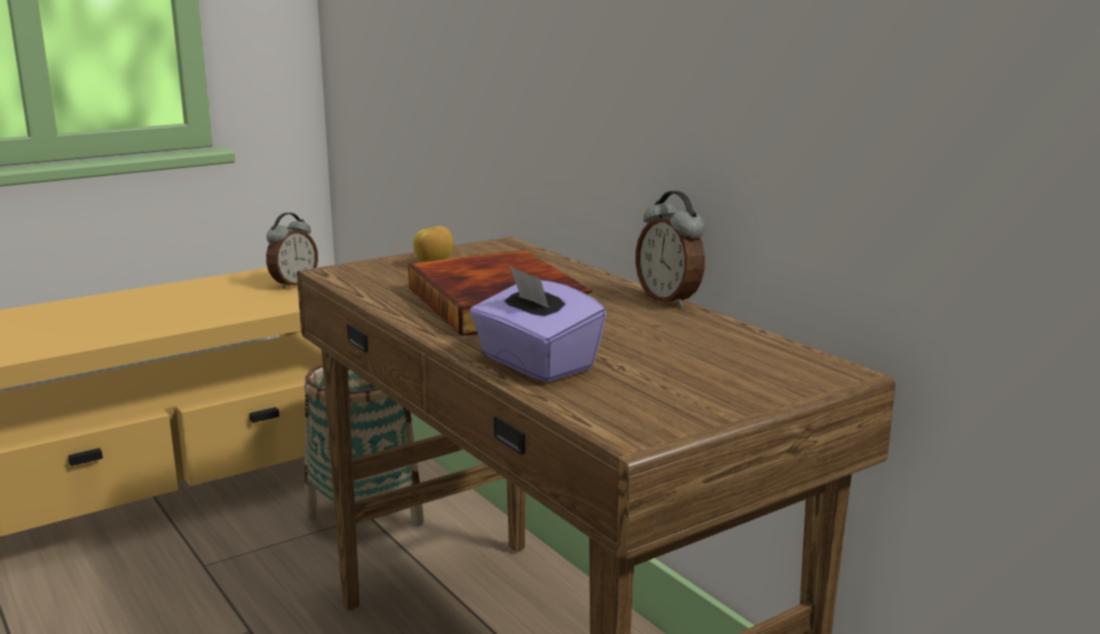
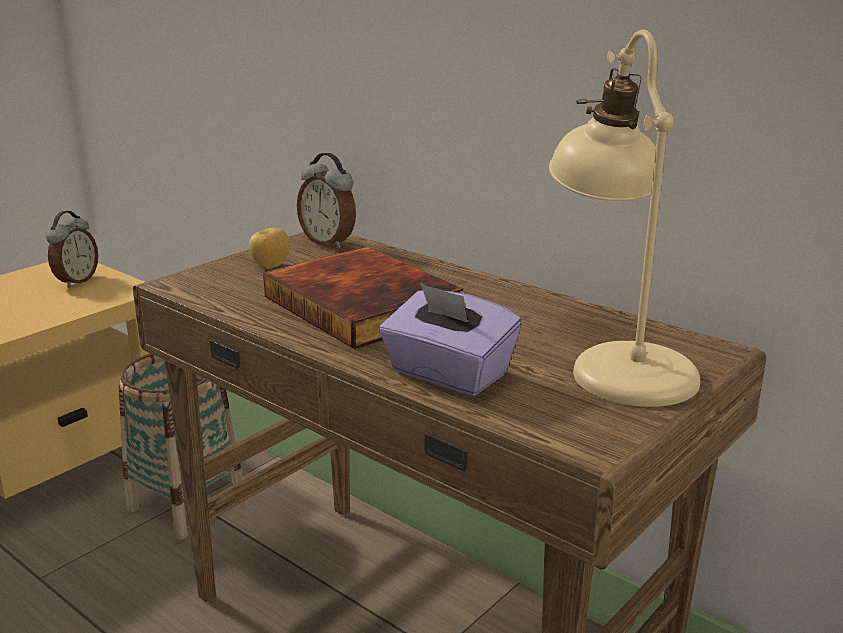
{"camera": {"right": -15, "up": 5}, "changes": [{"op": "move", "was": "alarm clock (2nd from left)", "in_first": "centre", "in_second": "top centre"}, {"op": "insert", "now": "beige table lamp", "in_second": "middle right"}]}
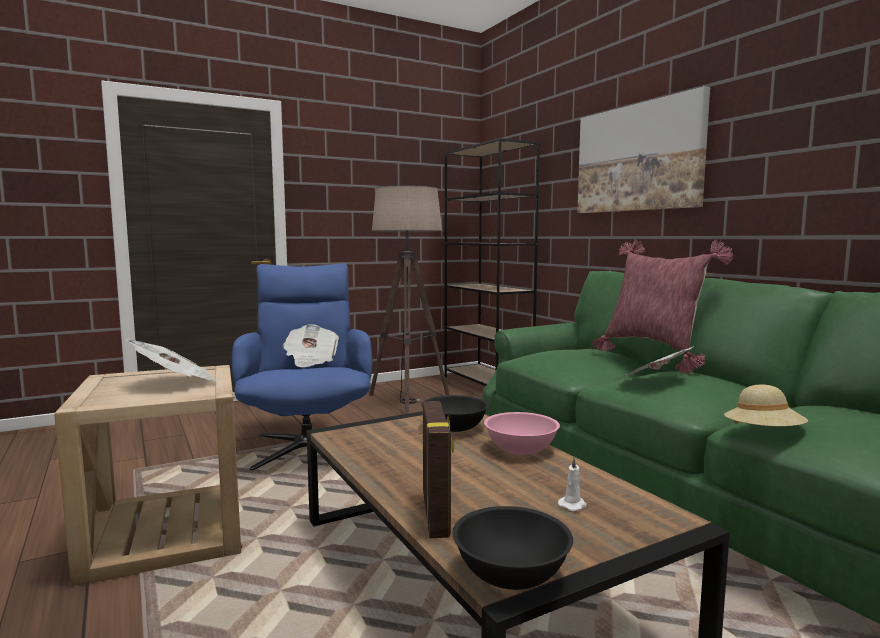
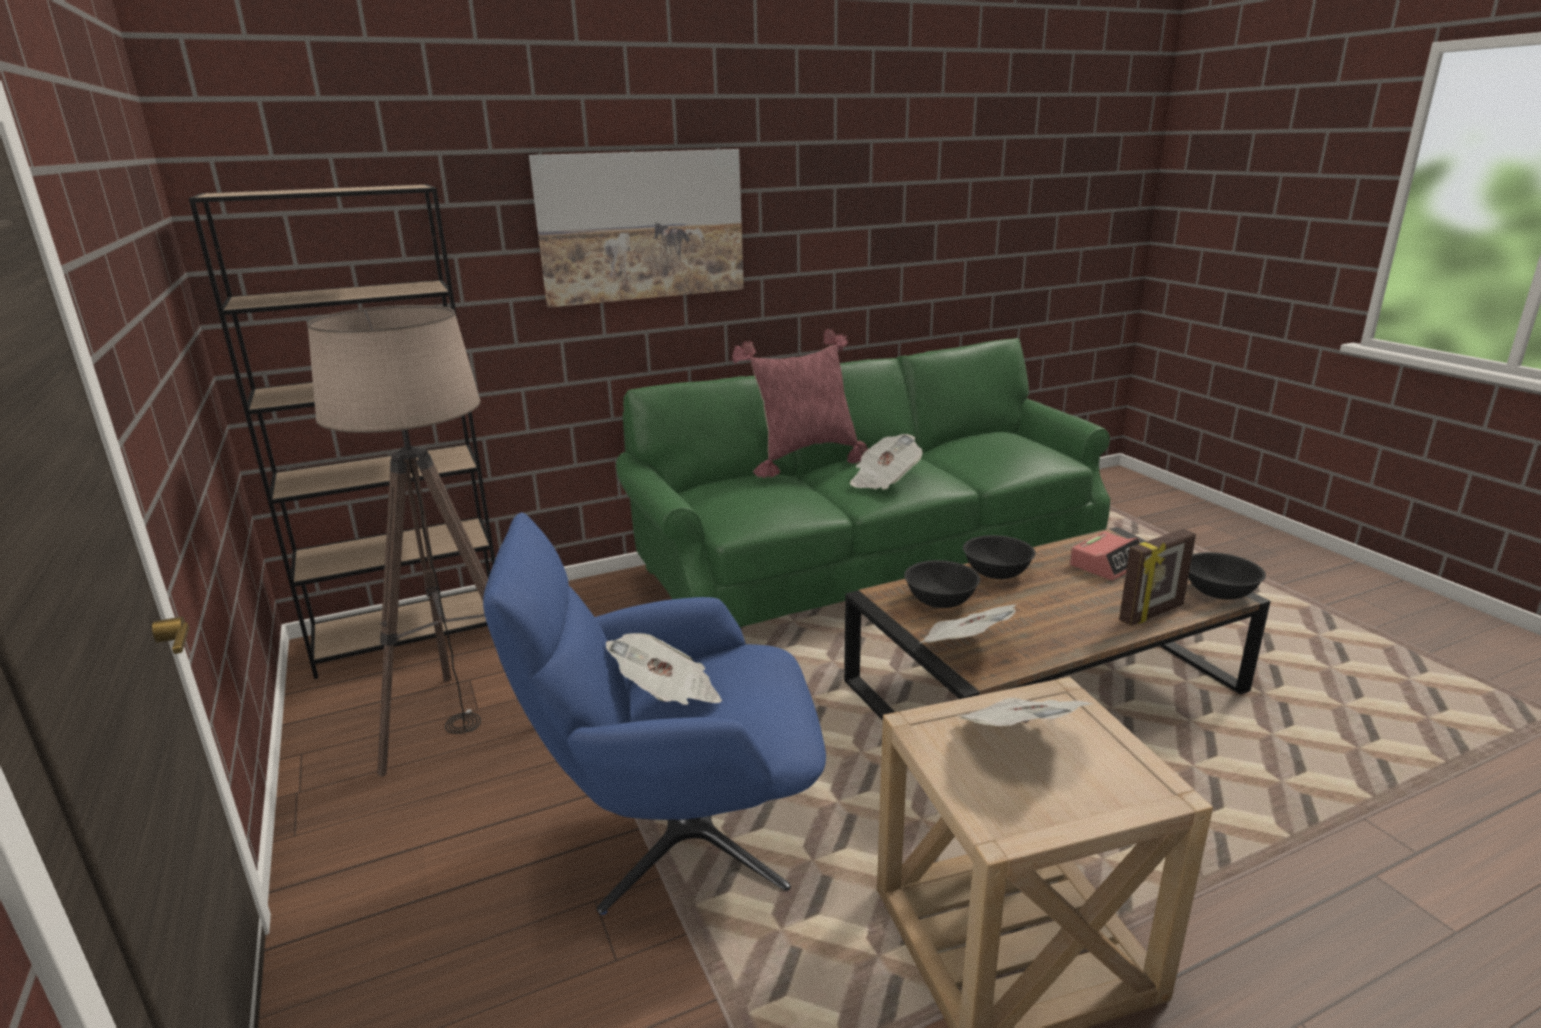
{"camera": {"right": -85, "up": 15}, "changes": [{"op": "insert", "now": "newspaper (3rd from left)", "in_second": "centre"}, {"op": "recolor", "was": "pink bowl", "now": "black bowl (2nd from left)", "in_first": "bottom centre", "in_second": "centre"}, {"op": "replace", "was": "white candle", "now": "alarm clock", "in_first": "bottom centre", "in_second": "middle right"}, {"op": "rotate", "was": "picture frame", "in_first": "bottom centre", "in_second": "middle right", "clockwise": 150}, {"op": "delete", "was": "beige hat", "in_first": "middle right"}]}
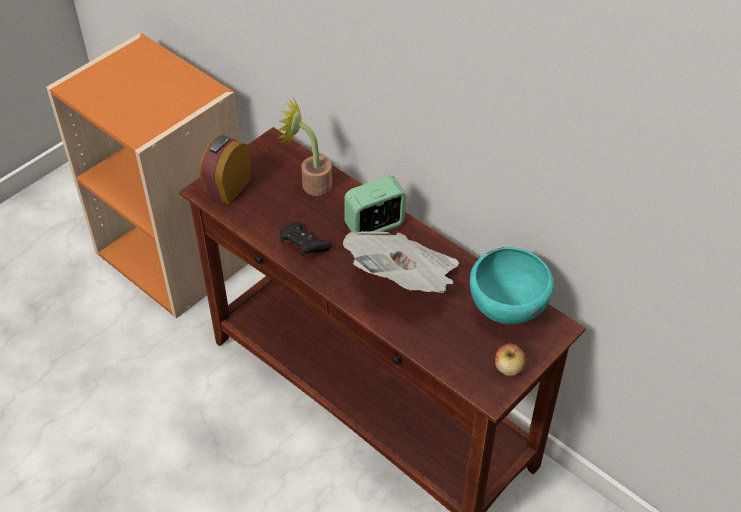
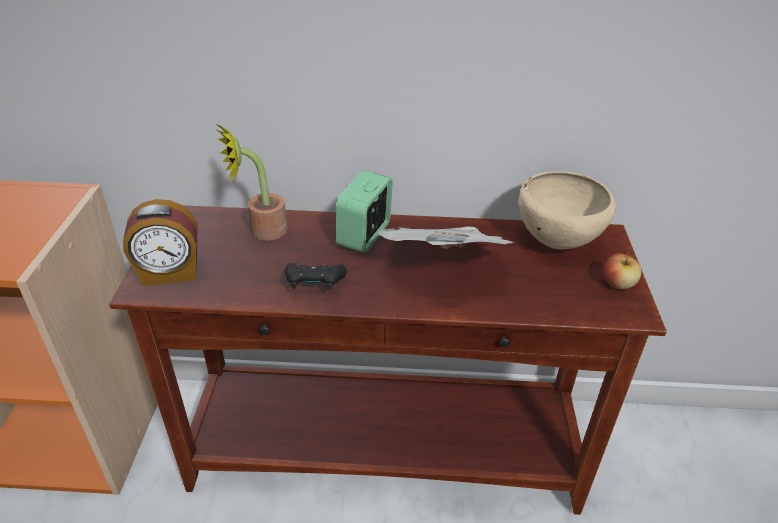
{"camera": {"right": -40, "up": -10}, "changes": [{"op": "rotate", "was": "alarm clock (1st from left)", "in_first": "top left", "in_second": "middle left", "clockwise": -90}, {"op": "recolor", "was": "turquoise bowl", "now": "beige bowl", "in_first": "middle right", "in_second": "middle right"}]}
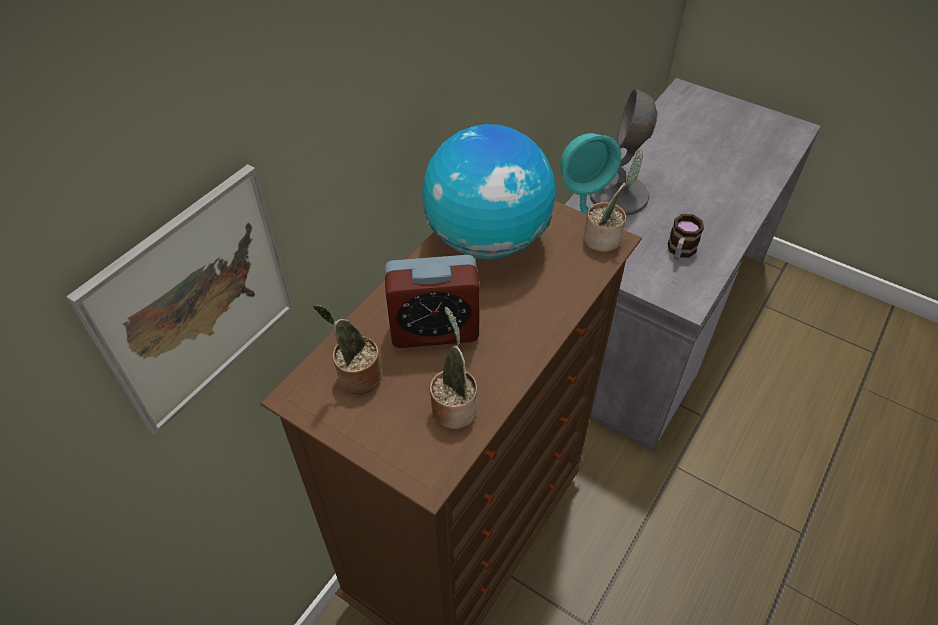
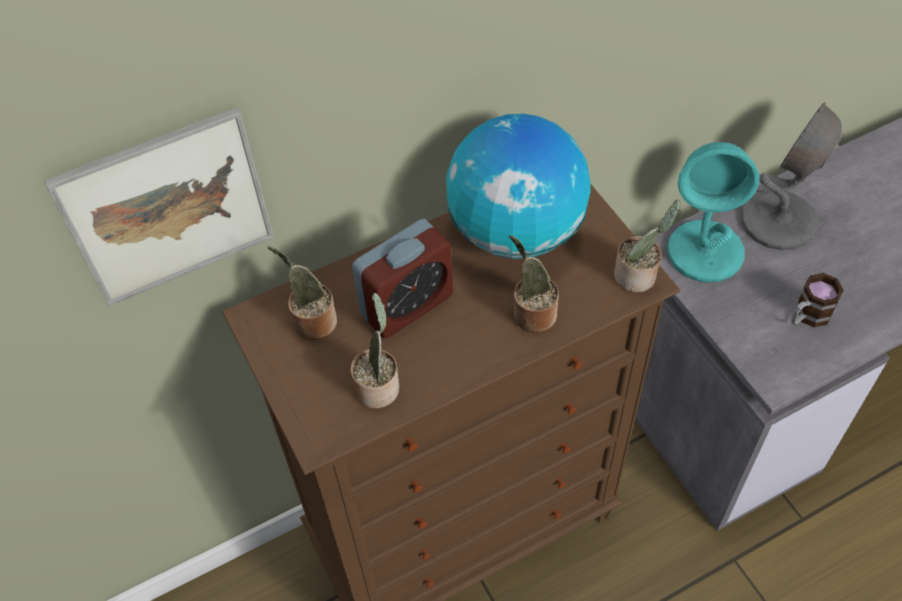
{"camera": {"right": 30, "up": 5}, "changes": [{"op": "rotate", "was": "alarm clock", "in_first": "centre", "in_second": "centre", "clockwise": -60}, {"op": "insert", "now": "potted plant (3rd from left)", "in_second": "centre"}]}
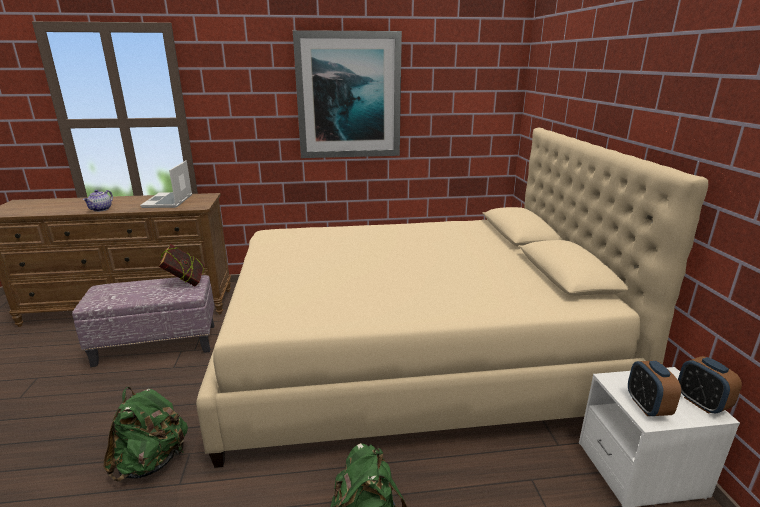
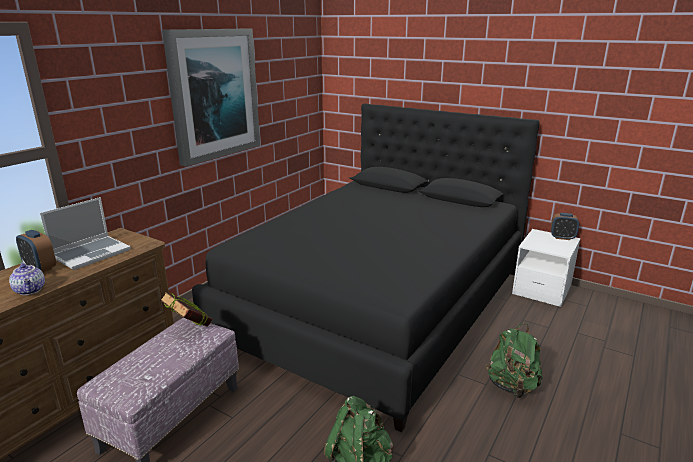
{"camera": {"right": -50, "up": 0}, "changes": [{"op": "move", "was": "alarm clock (1st from left)", "in_first": "bottom right", "in_second": "middle left"}, {"op": "rotate", "was": "laptop", "in_first": "middle left", "in_second": "middle left", "clockwise": -90}, {"op": "recolor", "was": "beige bed", "now": "black bed", "in_first": "centre", "in_second": "centre"}]}
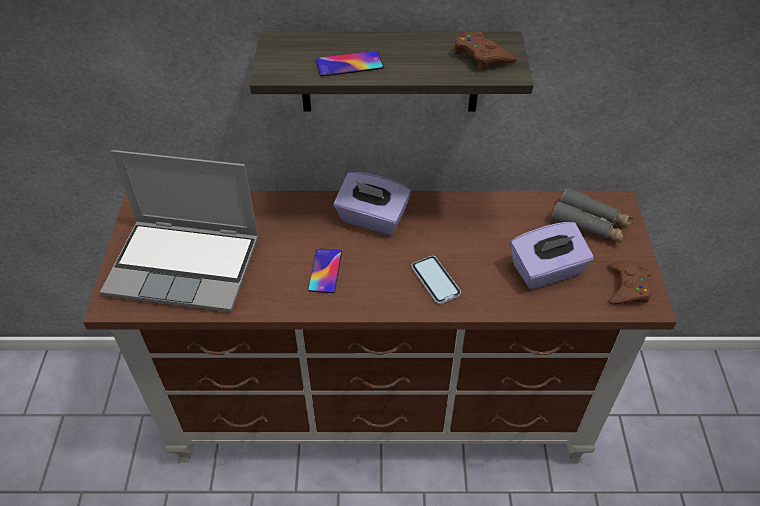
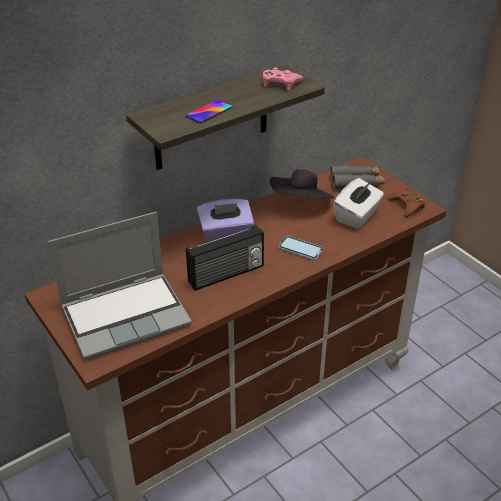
{"camera": {"right": -35, "up": -10}, "changes": [{"op": "replace", "was": "phone (1st from left)", "now": "radio", "in_first": "centre", "in_second": "centre"}, {"op": "recolor", "was": "brown game controller (1st from left)", "now": "pink game controller", "in_first": "top centre", "in_second": "top centre"}, {"op": "insert", "now": "black hat", "in_second": "centre"}, {"op": "recolor", "was": "purple tissue box (2nd from left)", "now": "white tissue box", "in_first": "middle right", "in_second": "middle right"}]}
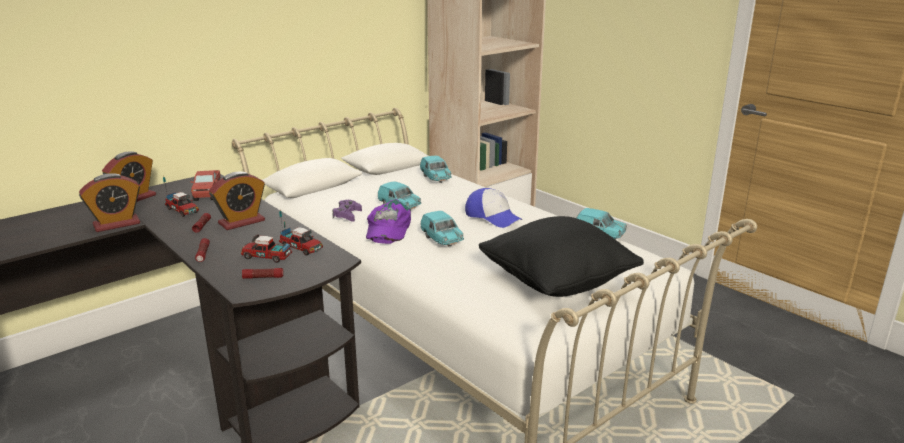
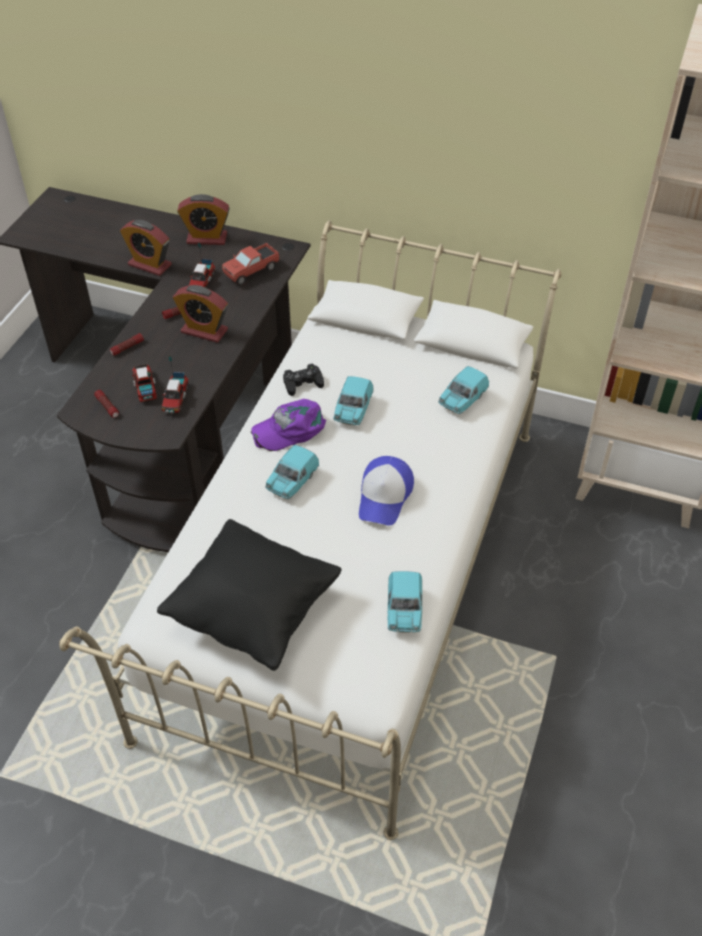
{"camera": {"right": 60, "up": 25}, "changes": [{"op": "recolor", "was": "purple game controller", "now": "black game controller", "in_first": "centre", "in_second": "centre"}]}
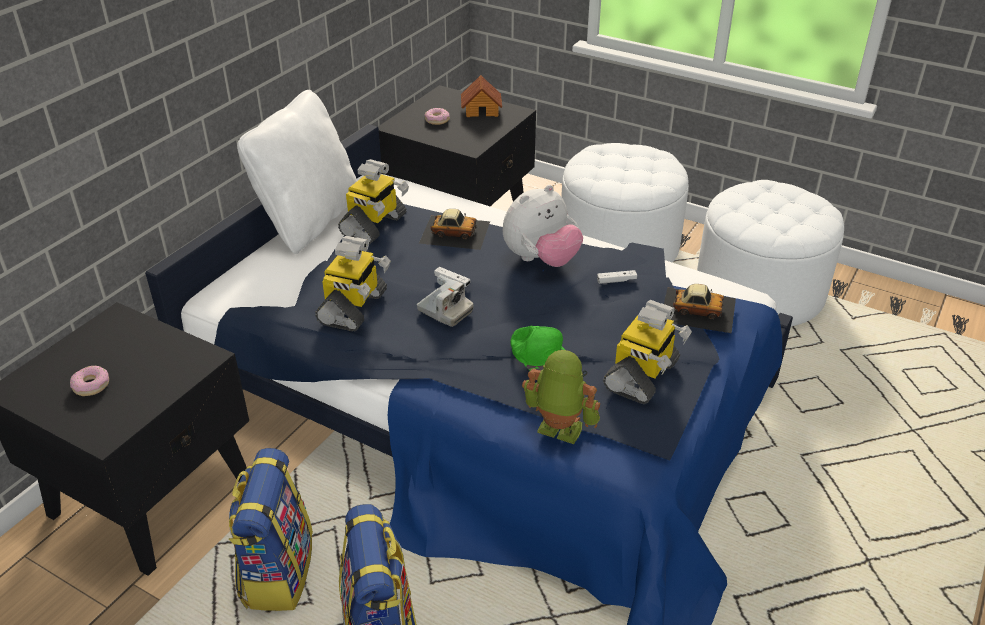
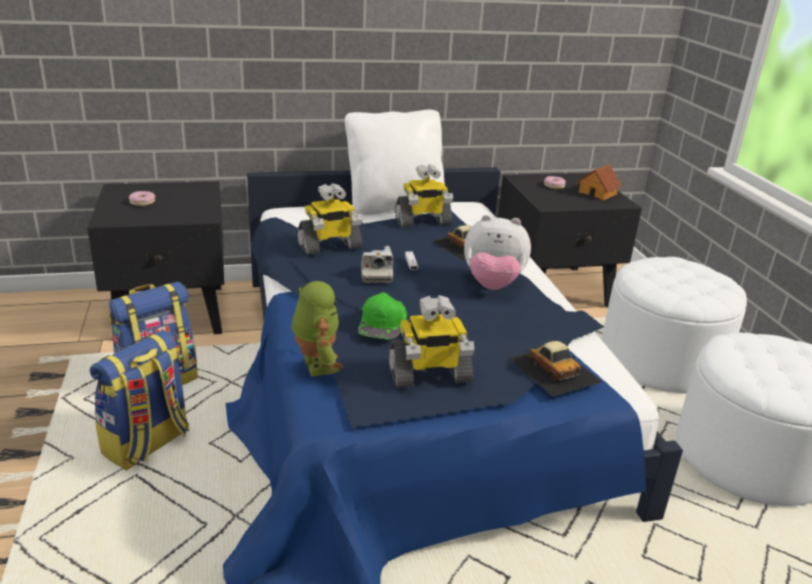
{"camera": {"right": 45, "up": -10}, "changes": [{"op": "delete", "was": "white game controller (2nd from left)", "in_first": "centre"}]}
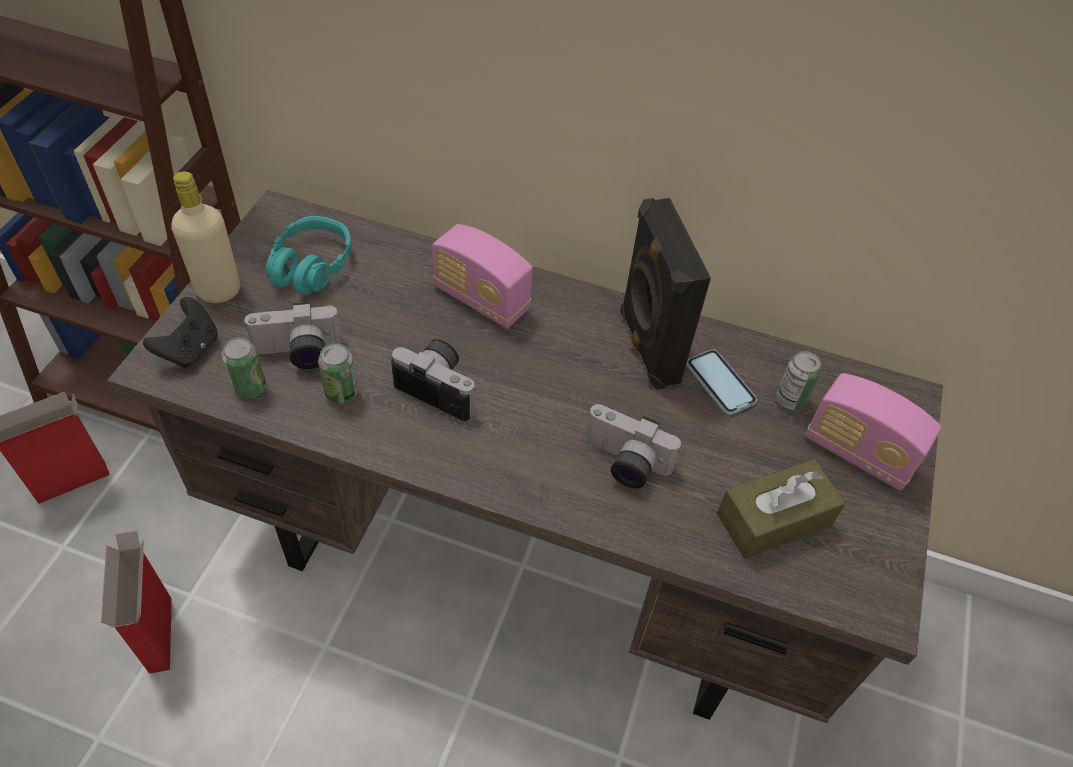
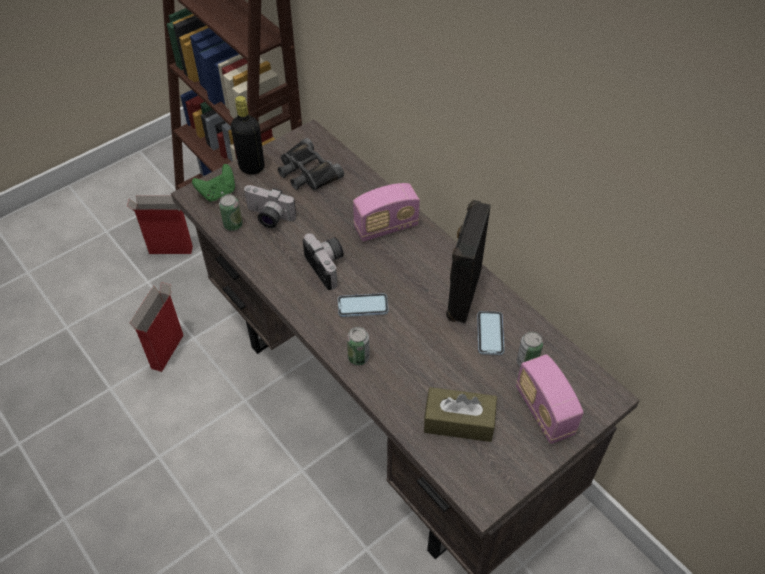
{"camera": {"right": 35, "up": 0}, "changes": [{"op": "recolor", "was": "black game controller", "now": "green game controller", "in_first": "middle left", "in_second": "top left"}, {"op": "recolor", "was": "beige bottle", "now": "black bottle", "in_first": "top left", "in_second": "top left"}, {"op": "replace", "was": "turquoise headphones", "now": "black binoculars", "in_first": "top left", "in_second": "top centre"}, {"op": "insert", "now": "phone (1st from left)", "in_second": "centre"}, {"op": "move", "was": "can (2nd from left)", "in_first": "middle left", "in_second": "centre"}, {"op": "rotate", "was": "radio (1st from left)", "in_first": "centre", "in_second": "centre", "clockwise": -90}, {"op": "delete", "was": "photo camera (3rd from left)", "in_first": "centre"}]}
